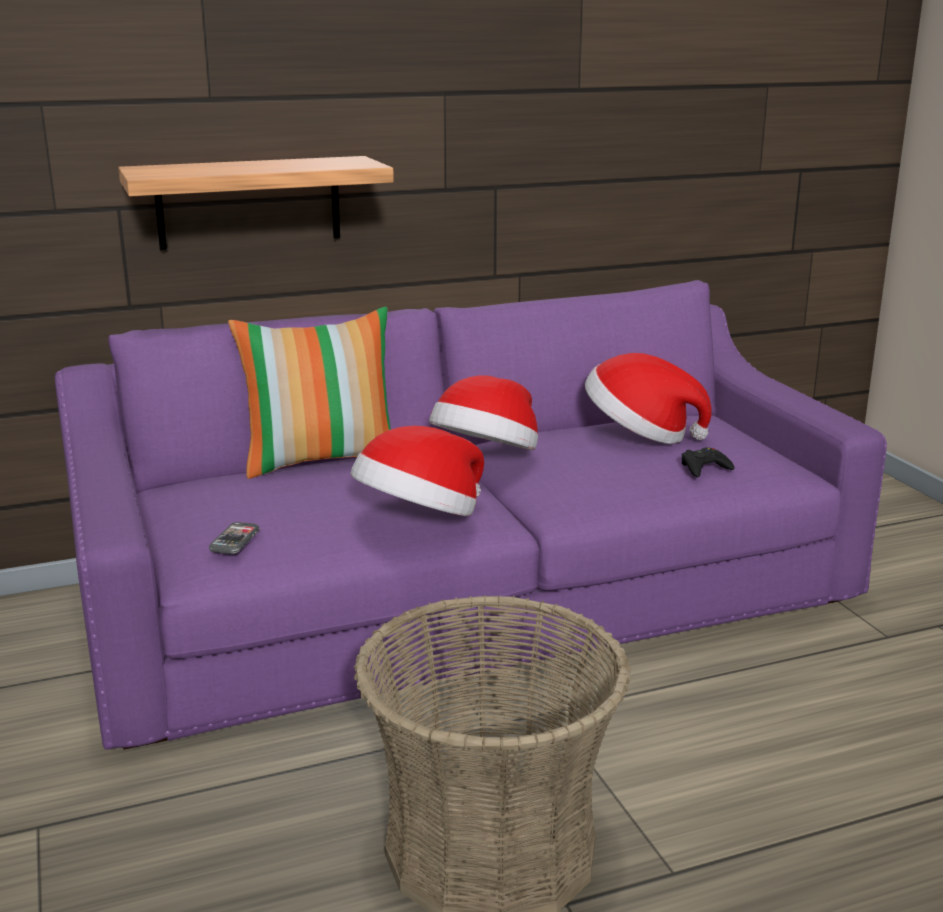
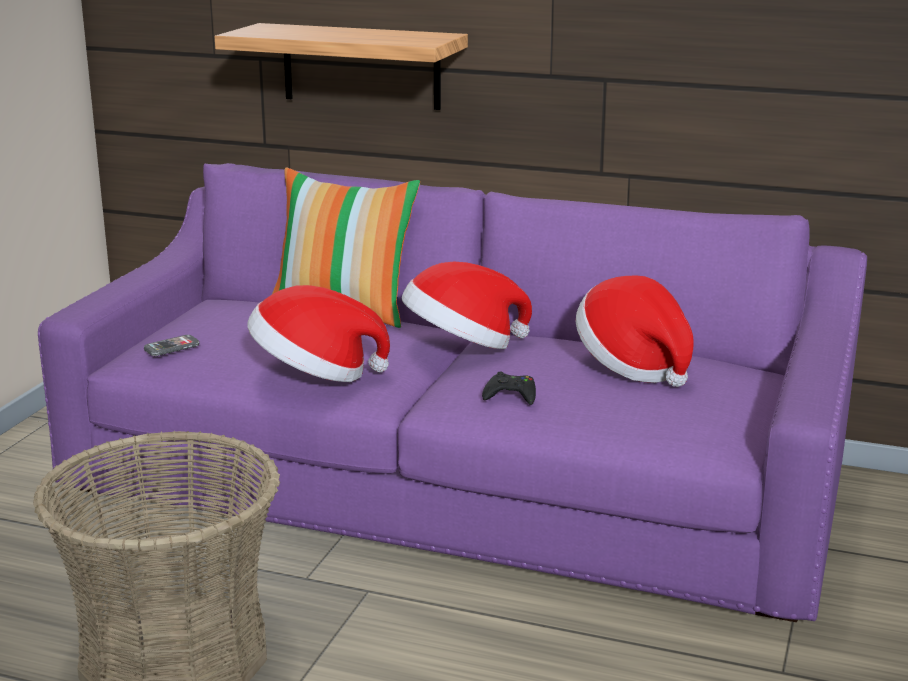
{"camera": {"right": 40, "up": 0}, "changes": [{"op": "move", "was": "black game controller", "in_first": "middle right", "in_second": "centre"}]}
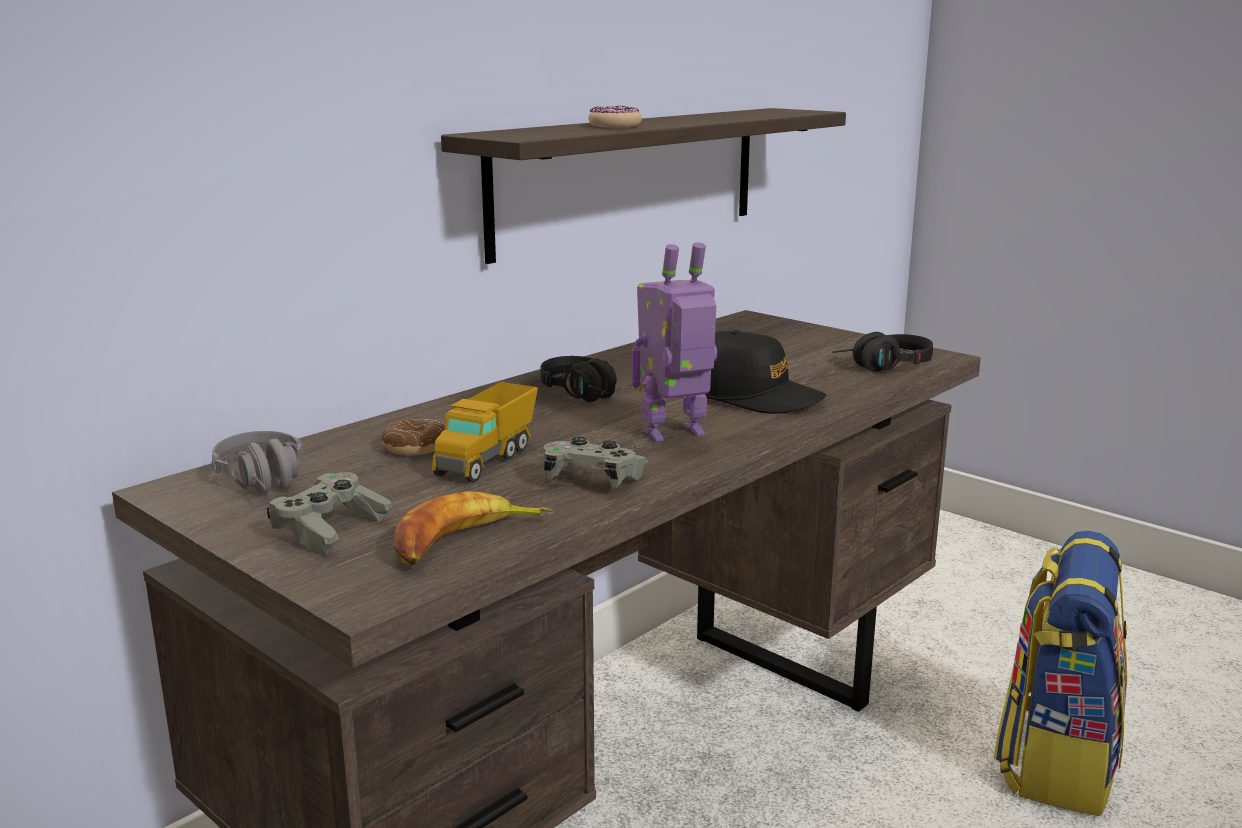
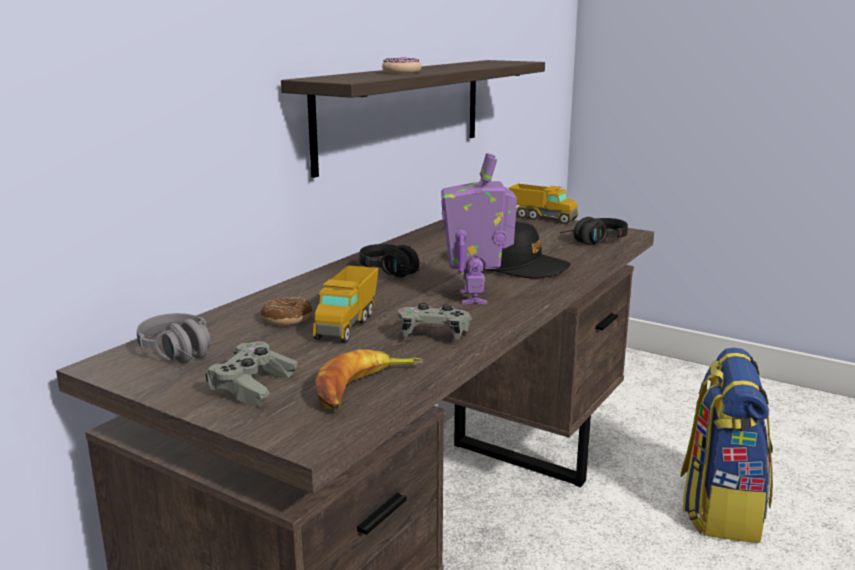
{"camera": {"right": -10, "up": 0}, "changes": [{"op": "rotate", "was": "toy robot", "in_first": "centre", "in_second": "centre", "clockwise": -60}, {"op": "insert", "now": "toy truck (2nd from left)", "in_second": "centre"}]}
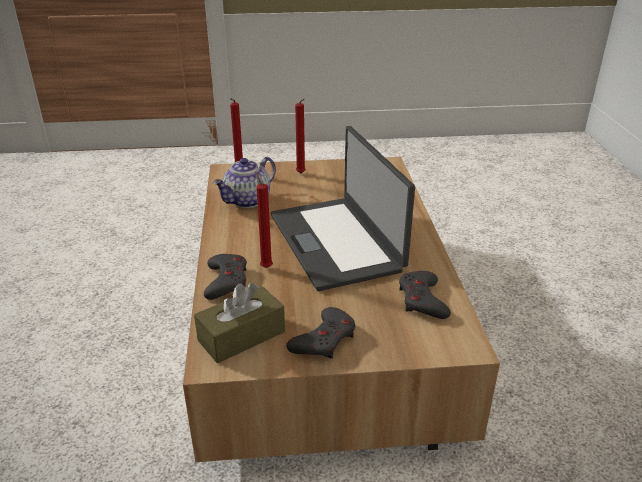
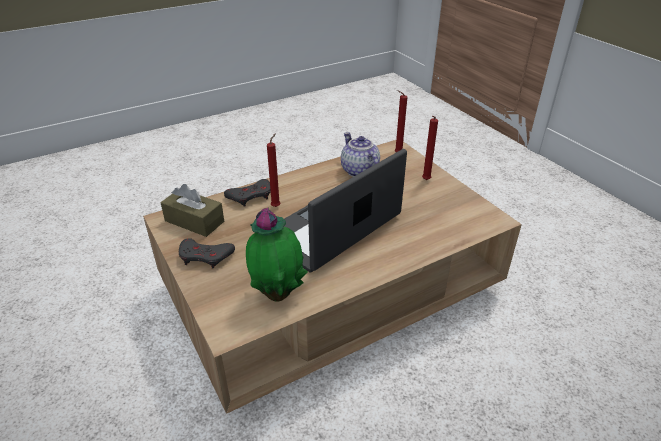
{"camera": {"right": 65, "up": 5}, "changes": [{"op": "replace", "was": "grey game controller (3rd from left)", "now": "potted plant", "in_first": "centre", "in_second": "centre"}, {"op": "rotate", "was": "teapot", "in_first": "centre", "in_second": "centre", "clockwise": 45}]}
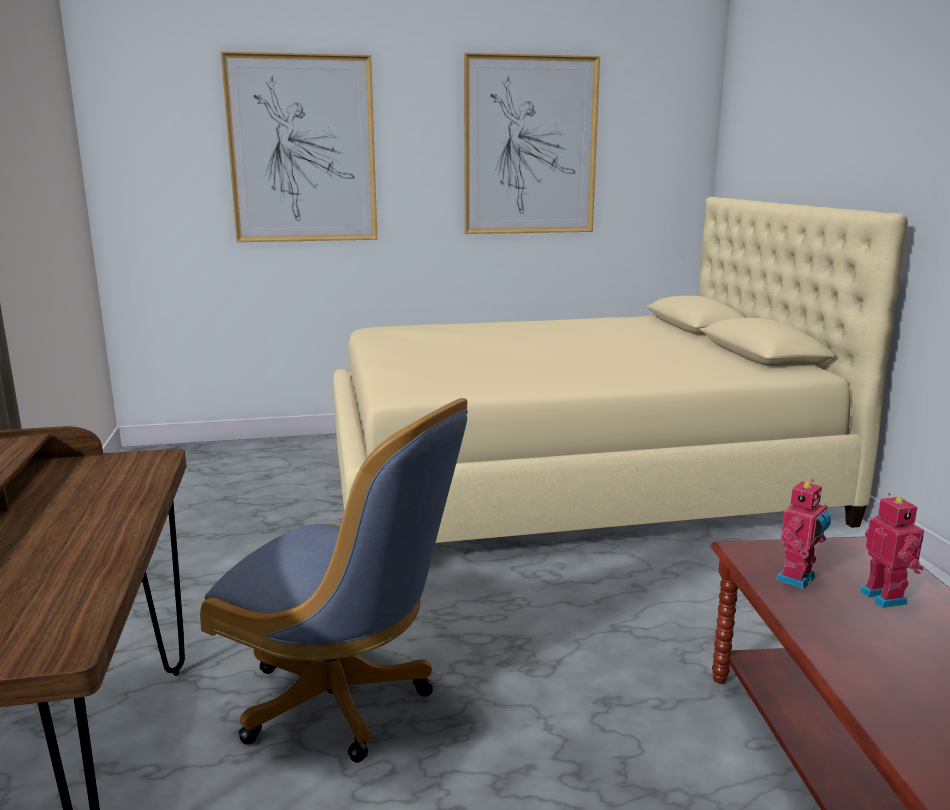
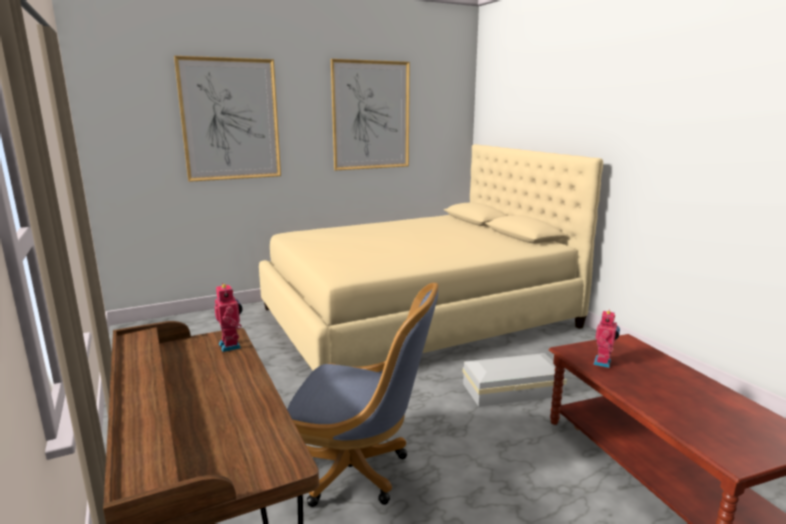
{"camera": {"right": -15, "up": 0}, "changes": [{"op": "move", "was": "toy robot (2nd from left in the first image)", "now": "toy robot (1st from left)", "in_first": "bottom right", "in_second": "middle left"}, {"op": "insert", "now": "white storage box", "in_second": "bottom centre"}]}
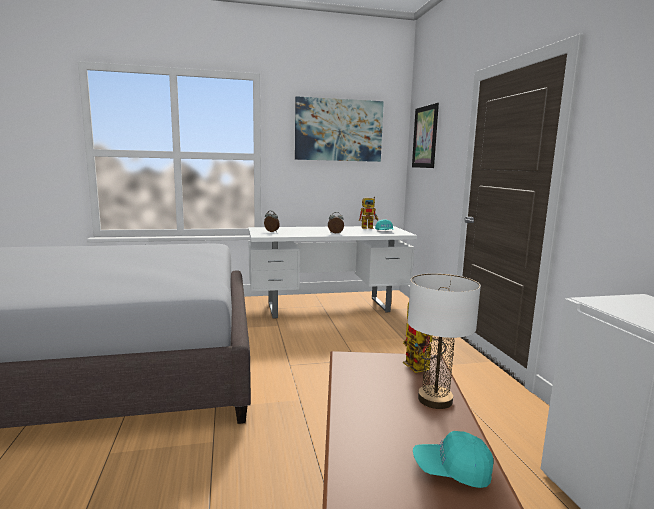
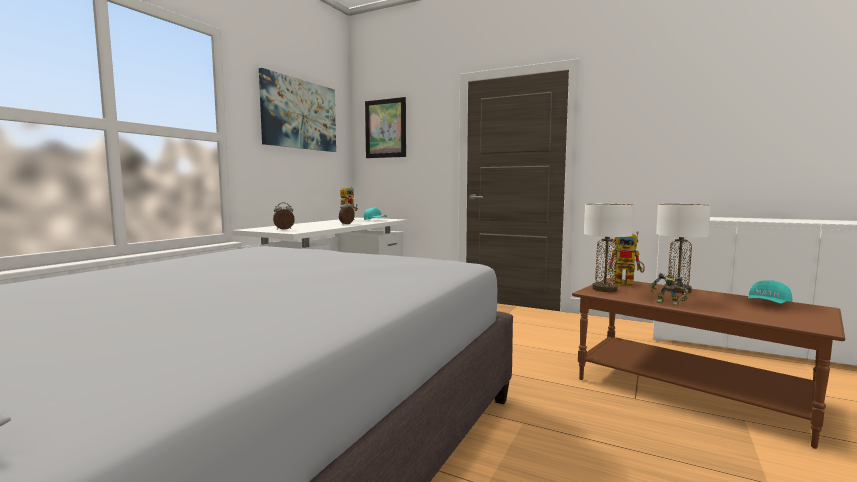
{"camera": {"right": -50, "up": -5}, "changes": [{"op": "insert", "now": "table lamp (1st from left)", "in_second": "middle right"}, {"op": "insert", "now": "toy robot (3rd from left)", "in_second": "middle right"}]}
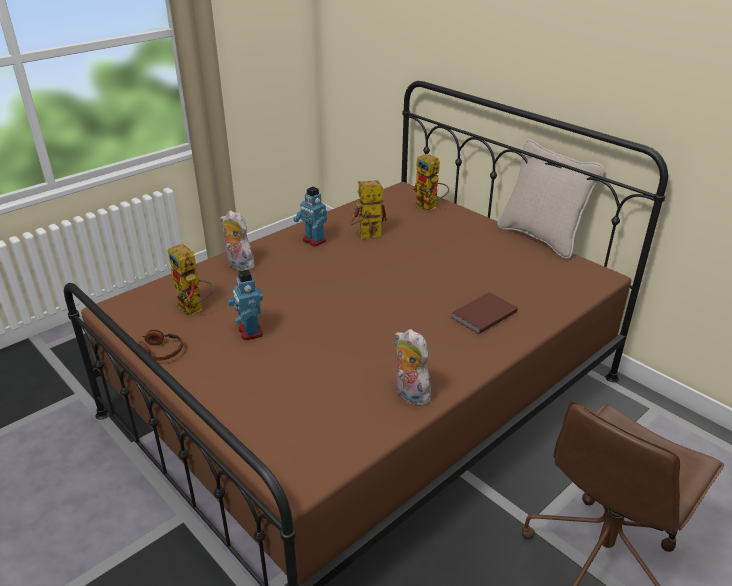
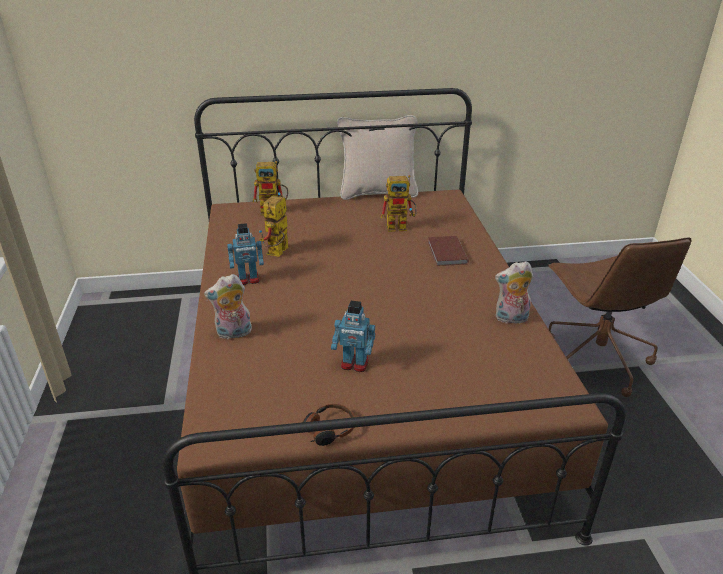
{"camera": {"right": -55, "up": 0}, "changes": [{"op": "move", "was": "toy robot (1st from left in the first image)", "now": "toy robot (5th from left)", "in_first": "middle left", "in_second": "centre"}]}
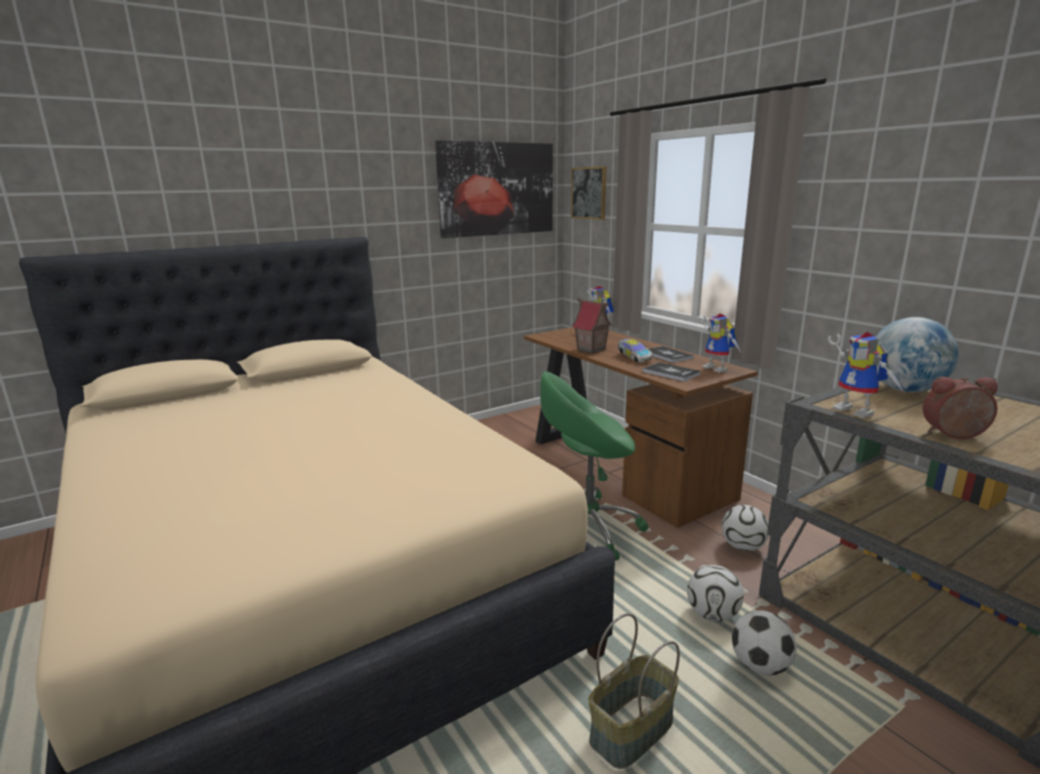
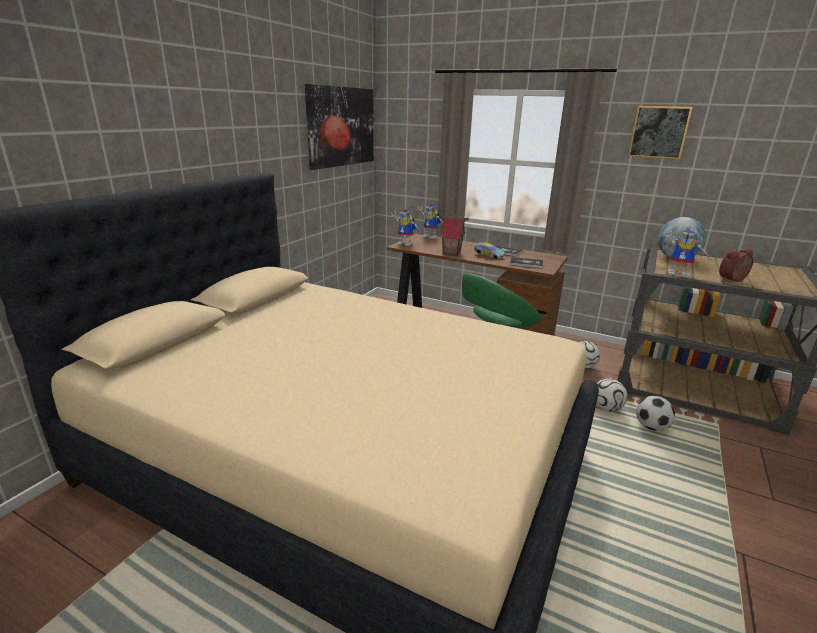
{"camera": {"right": -30, "up": 5}, "changes": [{"op": "move", "was": "toy robot (2nd from left in the first image)", "now": "toy robot (1st from left)", "in_first": "middle right", "in_second": "centre"}, {"op": "move", "was": "picture (2nd from left)", "in_first": "top centre", "in_second": "top right"}, {"op": "delete", "was": "basket", "in_first": "bottom centre"}]}
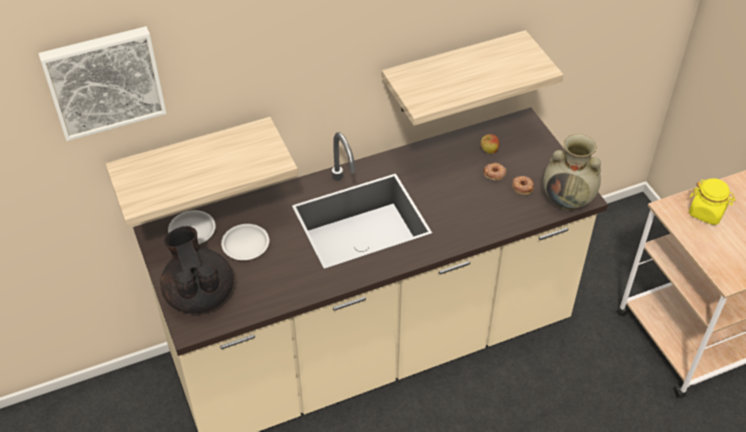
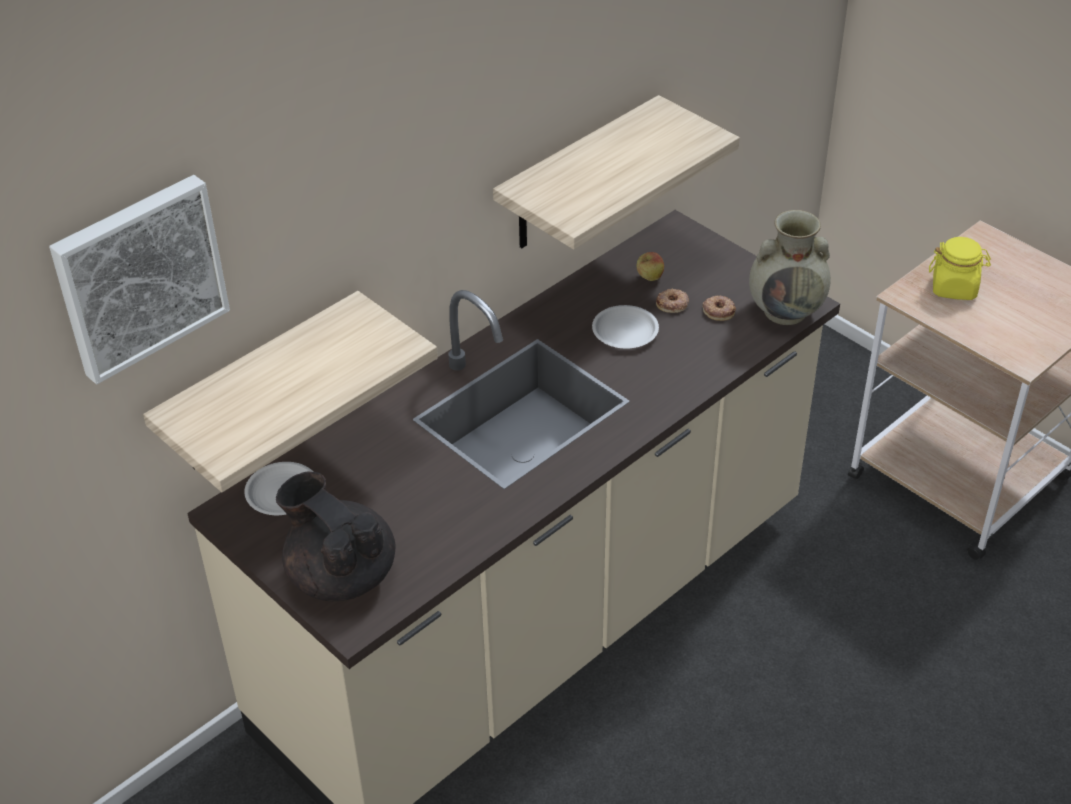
{"camera": {"right": -20, "up": -5}, "changes": [{"op": "move", "was": "white plate (2nd from left)", "in_first": "middle left", "in_second": "centre"}]}
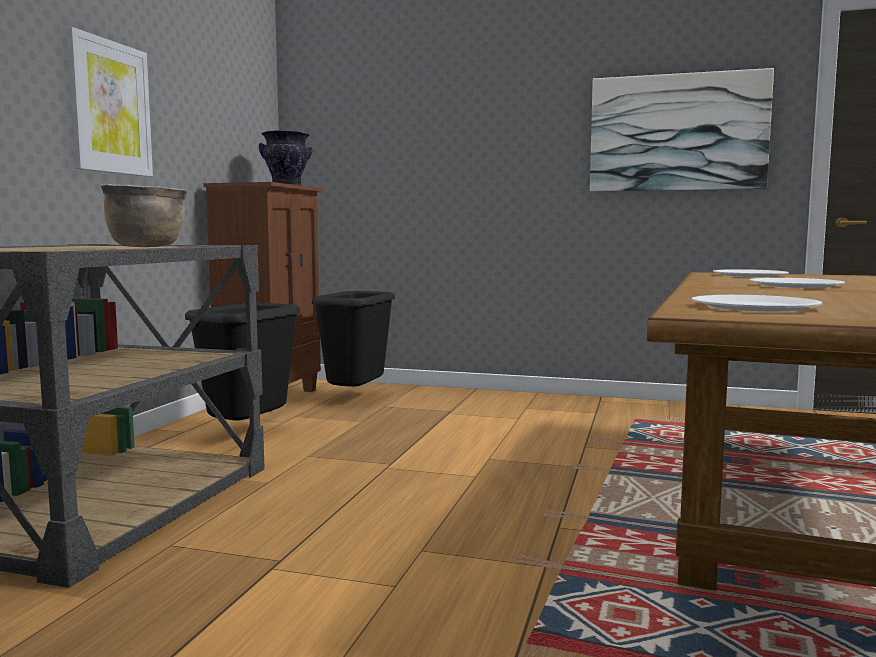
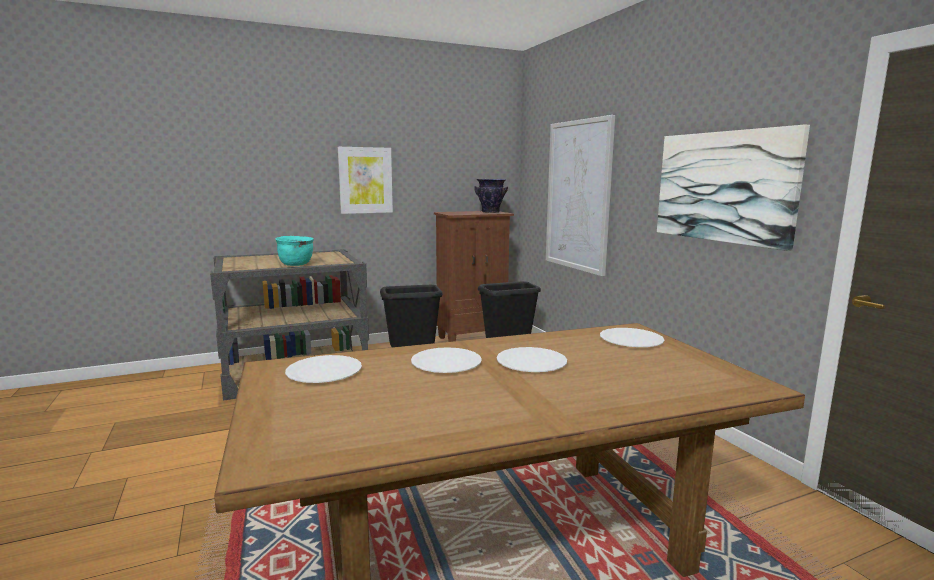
{"camera": {"right": 50, "up": 5}, "changes": [{"op": "recolor", "was": "brown cooking pot", "now": "turquoise cooking pot", "in_first": "top left", "in_second": "middle left"}, {"op": "insert", "now": "white plate (2nd from left)", "in_second": "centre"}, {"op": "insert", "now": "picture (2nd from left)", "in_second": "centre"}]}
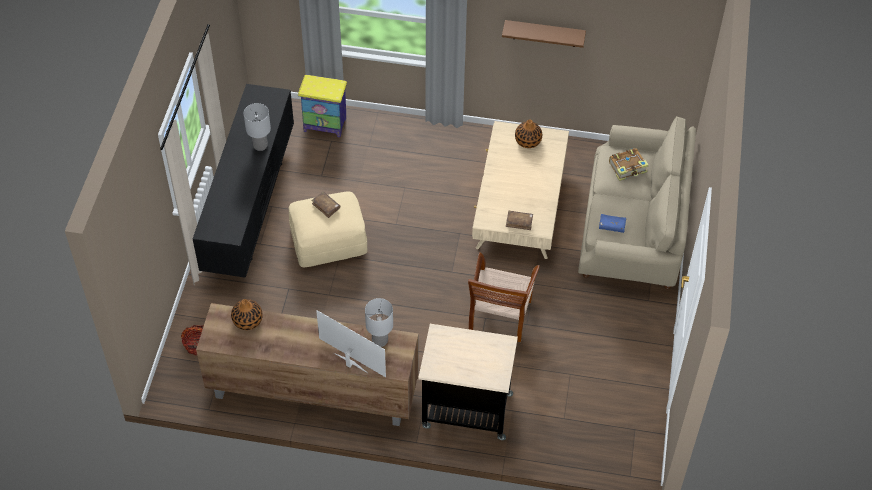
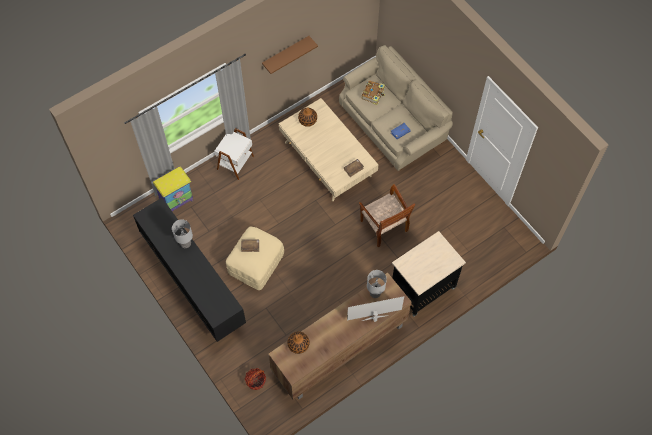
{"camera": {"right": -45, "up": 10}, "changes": [{"op": "insert", "now": "white side table", "in_second": "centre"}]}
